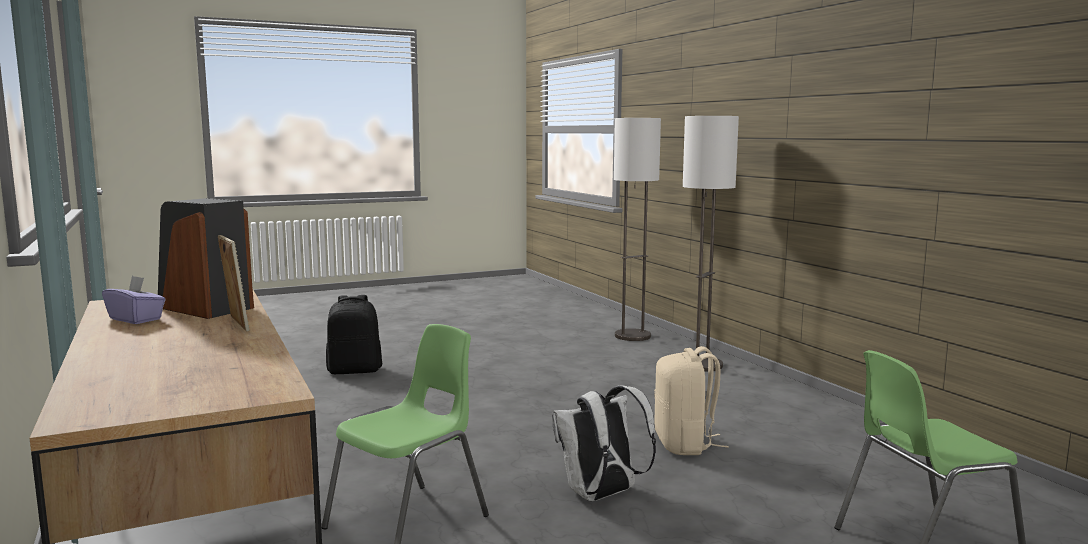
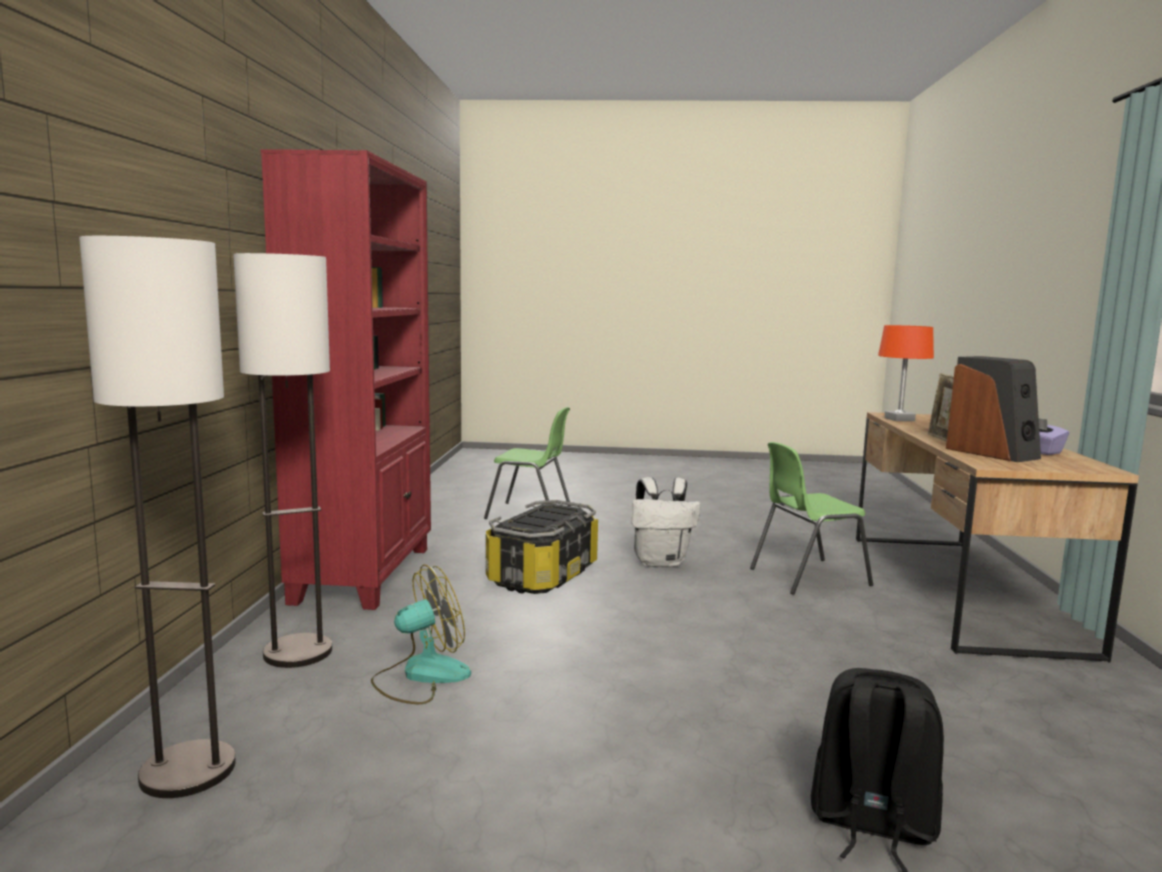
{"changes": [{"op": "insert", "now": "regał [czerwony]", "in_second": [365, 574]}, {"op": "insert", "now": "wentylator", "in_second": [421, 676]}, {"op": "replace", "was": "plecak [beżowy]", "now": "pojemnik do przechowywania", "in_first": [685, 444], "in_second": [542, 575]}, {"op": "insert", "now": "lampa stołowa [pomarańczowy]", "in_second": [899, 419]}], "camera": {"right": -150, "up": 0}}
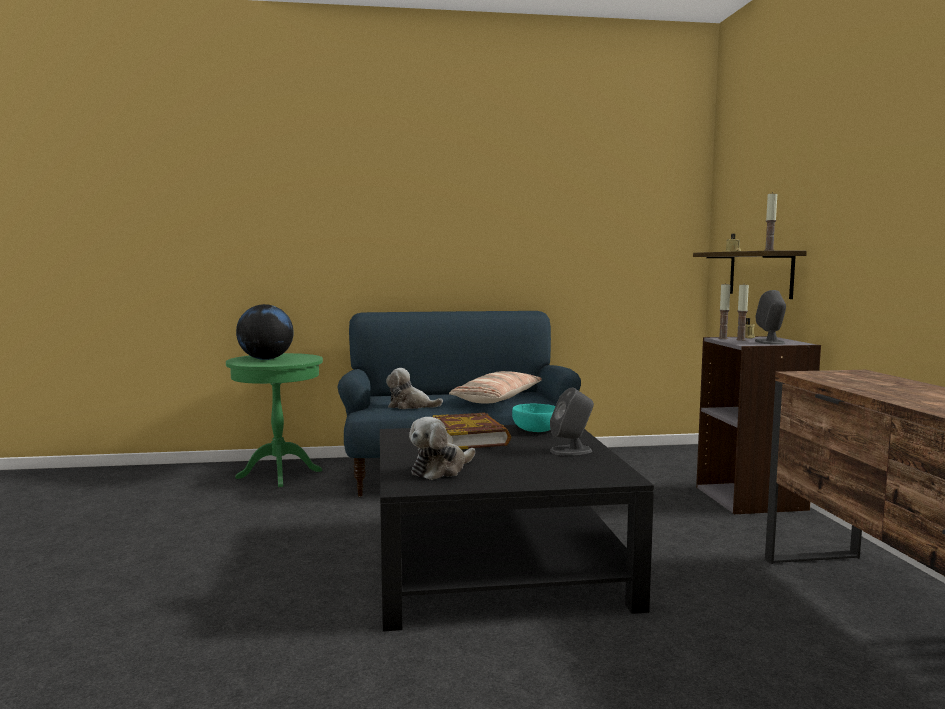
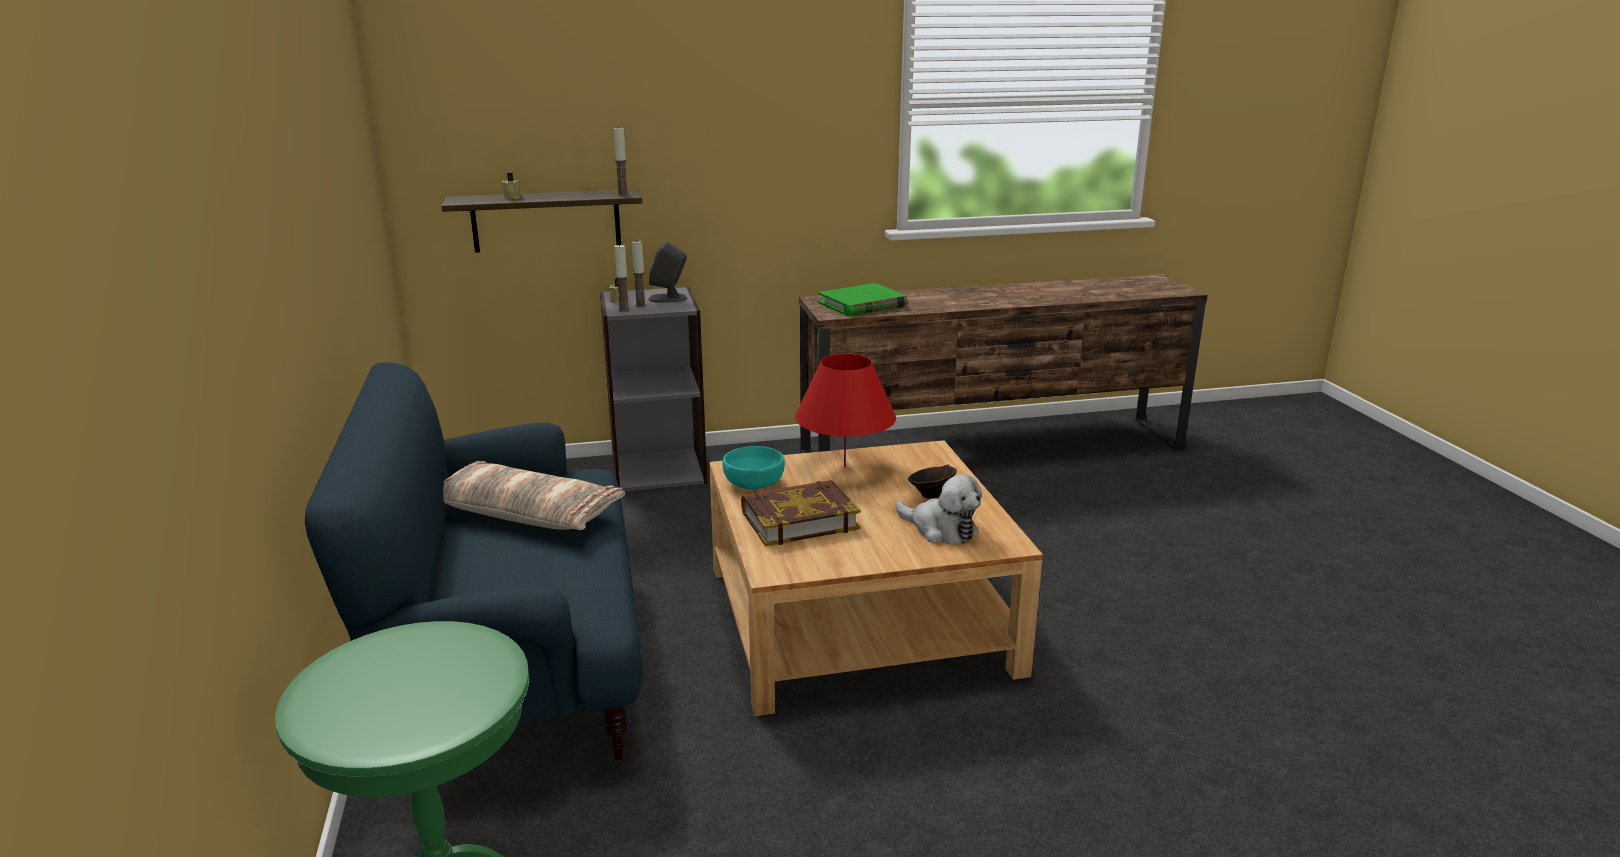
{"changes": [{"op": "recolor", "was": "ława [czarny]", "now": "ława [beżowy]", "in_first": [496, 563], "in_second": [859, 618]}, {"op": "replace", "was": "głośnik [szary]", "now": "lampa stołowa [czerwony]", "in_first": [571, 450], "in_second": [844, 467]}, {"op": "insert", "now": "książka [zielony]", "in_second": [862, 305]}, {"op": "insert", "now": "miska [brązowy]", "in_second": [931, 495]}, {"op": "delete", "was": "globus", "in_first": [266, 359]}, {"op": "delete", "was": "pluszak", "in_first": [410, 406]}], "camera": {"right": -95, "up": 15}}
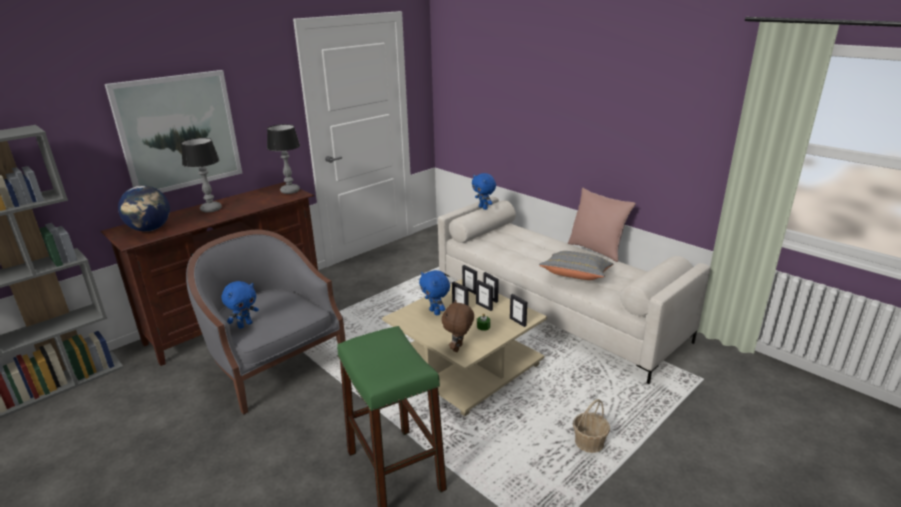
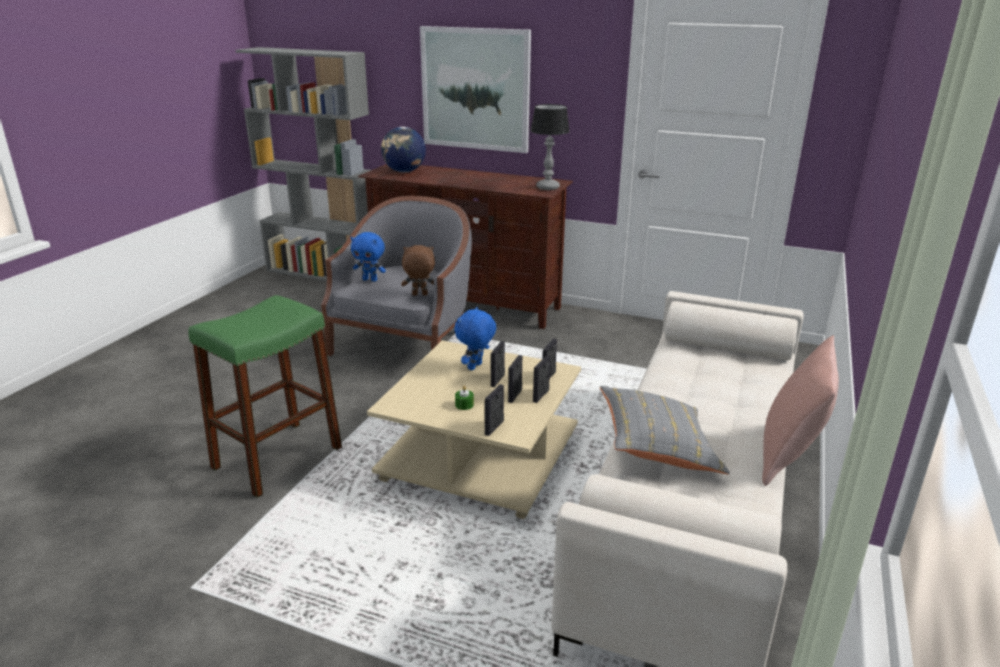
{"changes": [{"op": "move", "was": "pluszak [brązowy]", "in_first": [458, 348], "in_second": [419, 295]}, {"op": "delete", "was": "lampa stołowa", "in_first": [211, 209]}, {"op": "delete", "was": "pluszak [niebieski]", "in_first": [483, 208]}, {"op": "delete", "was": "koszyk", "in_first": [589, 442]}], "camera": {"right": 65, "up": 0}}
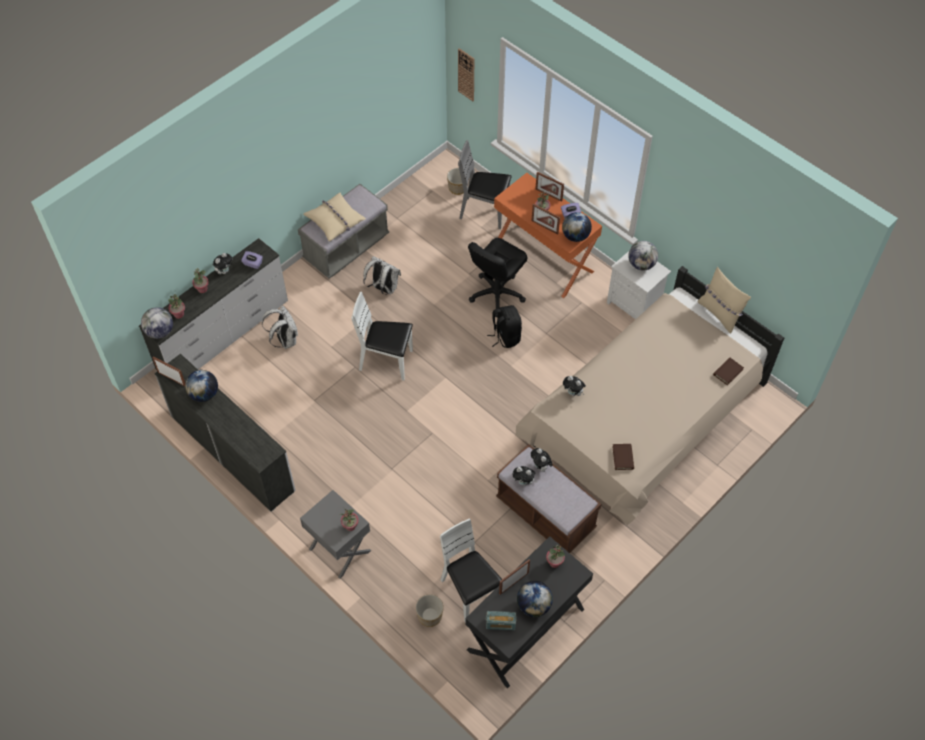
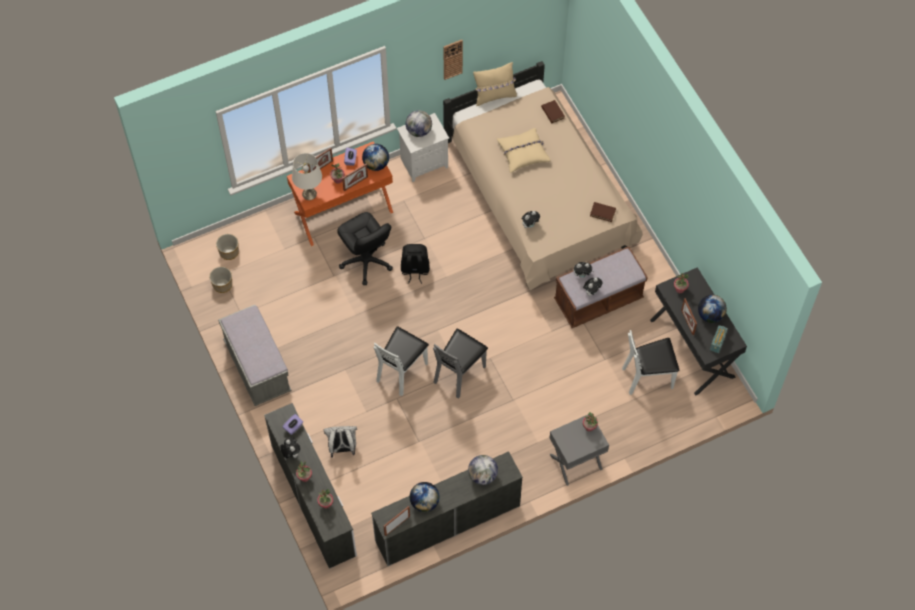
{"changes": [{"op": "move", "was": "donica", "in_first": [429, 615], "in_second": [222, 285]}, {"op": "insert", "now": "lampa stołowa [biały]", "in_second": [309, 194]}, {"op": "move", "was": "krzesło [szary]", "in_first": [484, 212], "in_second": [459, 373]}, {"op": "move", "was": "zegar ścienny", "in_first": [466, 74], "in_second": [452, 59]}, {"op": "move", "was": "globus", "in_first": [160, 332], "in_second": [483, 475]}, {"op": "move", "was": "poduszka [beżowy]", "in_first": [335, 220], "in_second": [523, 153]}, {"op": "delete", "was": "plecak [biały]", "in_first": [383, 288]}], "camera": {"right": -70, "up": 5}}
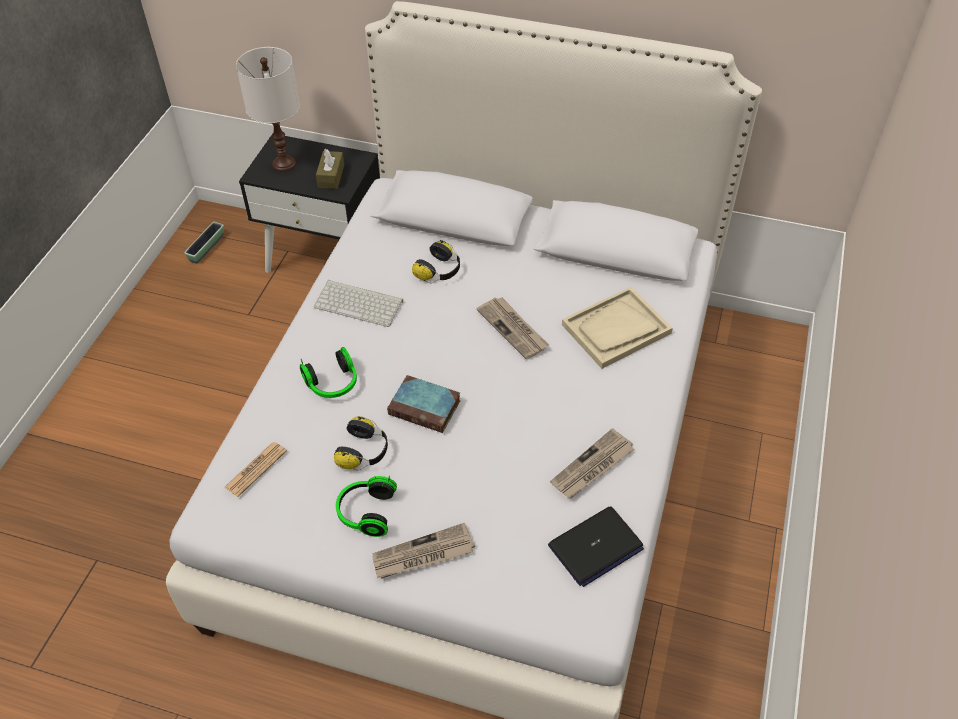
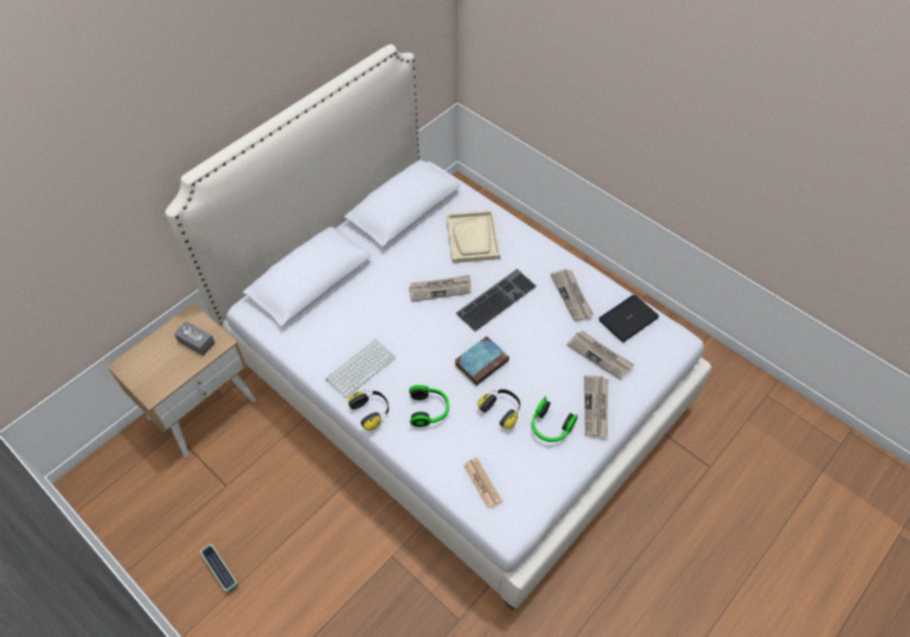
{"changes": [{"op": "recolor", "was": "szafka nocna [czarny]", "now": "szafka nocna [beżowy]", "in_first": [325, 257], "in_second": [202, 408]}, {"op": "recolor", "was": "pudełko chusteczek [brązowy]", "now": "pudełko chusteczek [szary]", "in_first": [331, 176], "in_second": [196, 342]}, {"op": "move", "was": "donica", "in_first": [207, 248], "in_second": [221, 571]}, {"op": "move", "was": "słuchawki", "in_first": [439, 271], "in_second": [371, 411]}, {"op": "insert", "now": "klawiatura", "in_second": [496, 298]}, {"op": "insert", "now": "gazeta", "in_second": [600, 355]}, {"op": "rotate", "was": "laptop", "in_first": [595, 547], "in_second": [628, 319], "clockwise": -120}, {"op": "delete", "was": "lampa stołowa [biały]", "in_first": [284, 163]}], "camera": {"right": -65, "up": 5}}
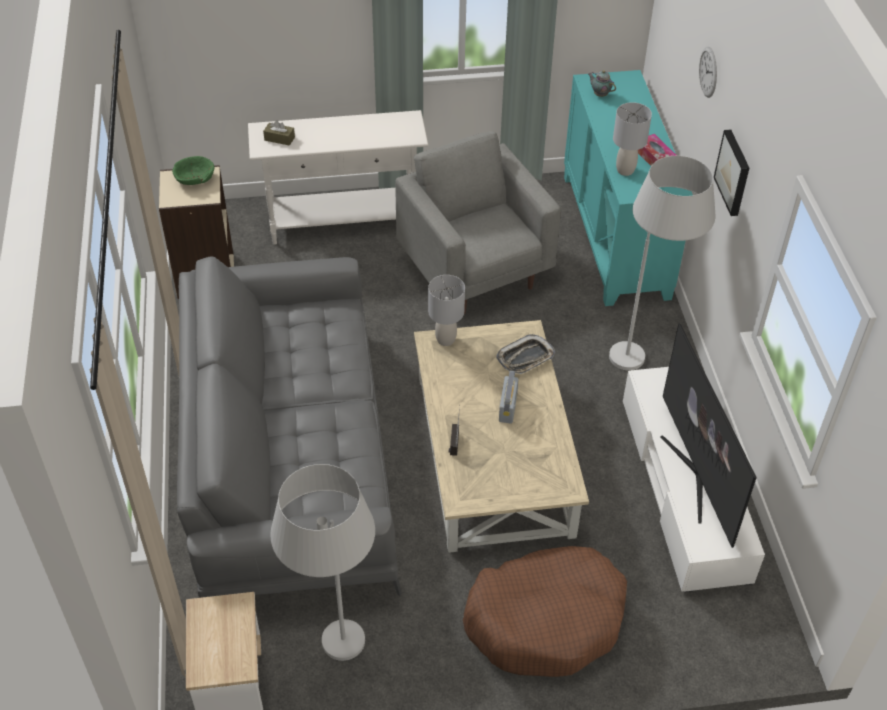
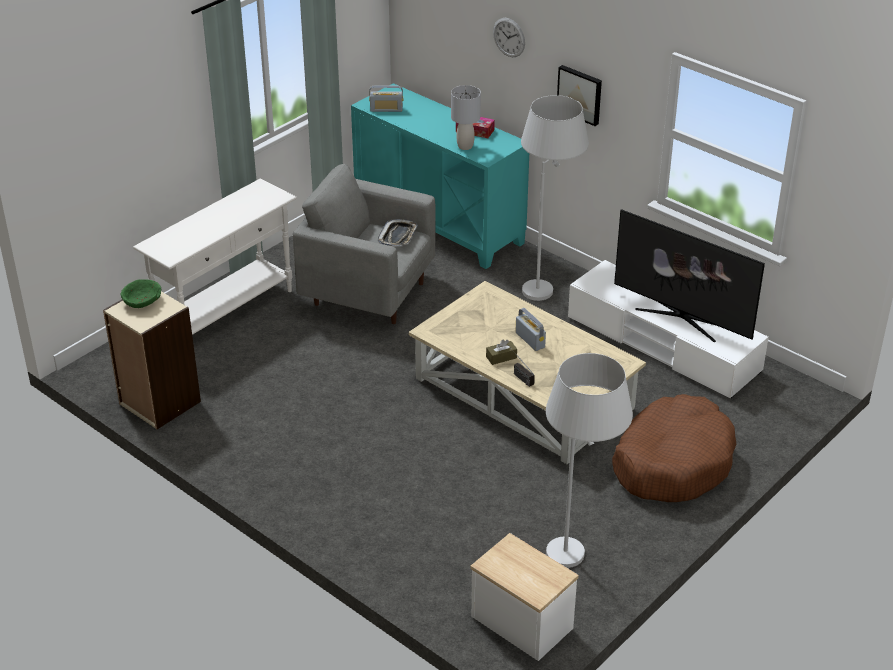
{"changes": [{"op": "replace", "was": "imbryk", "now": "radio", "in_first": [600, 94], "in_second": [386, 109]}, {"op": "move", "was": "taca", "in_first": [525, 358], "in_second": [398, 236]}, {"op": "move", "was": "pudełko chusteczek [brązowy]", "in_first": [279, 138], "in_second": [501, 357]}, {"op": "delete", "was": "kanapa [szary]", "in_first": [290, 457]}, {"op": "delete", "was": "lampa stołowa [szary]", "in_first": [445, 340]}], "camera": {"right": -40, "up": -10}}
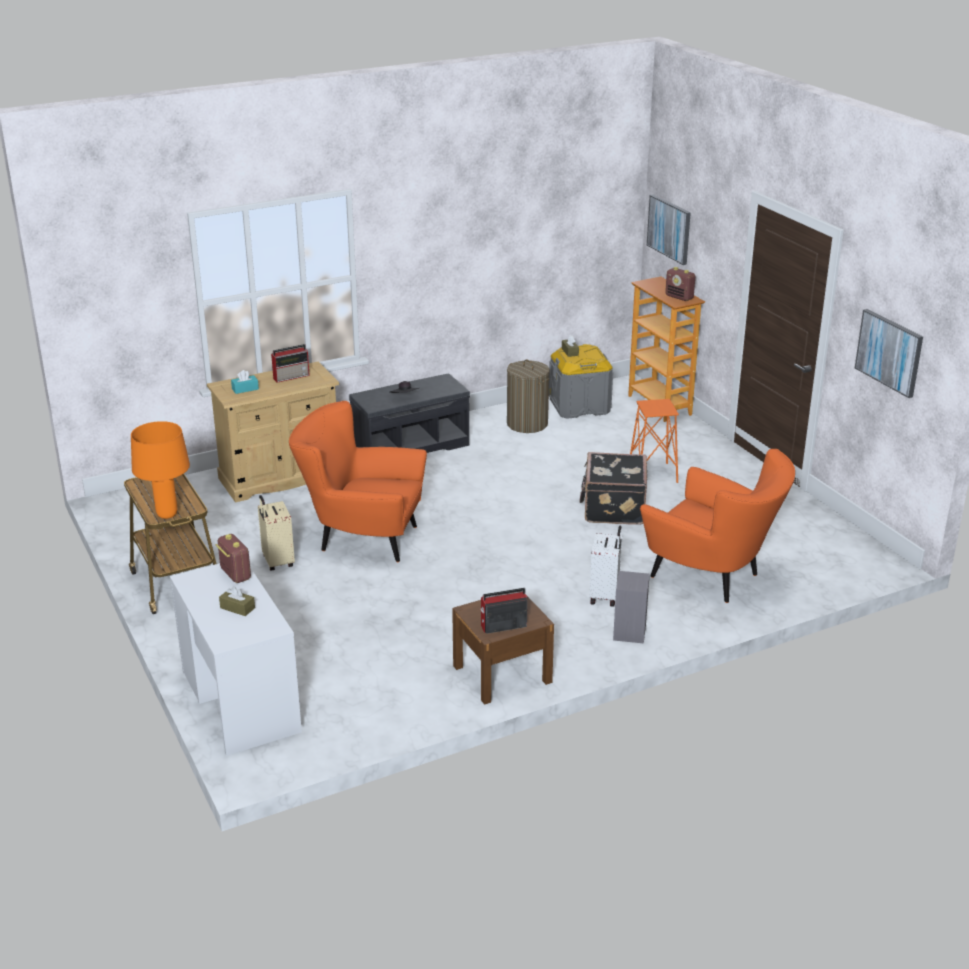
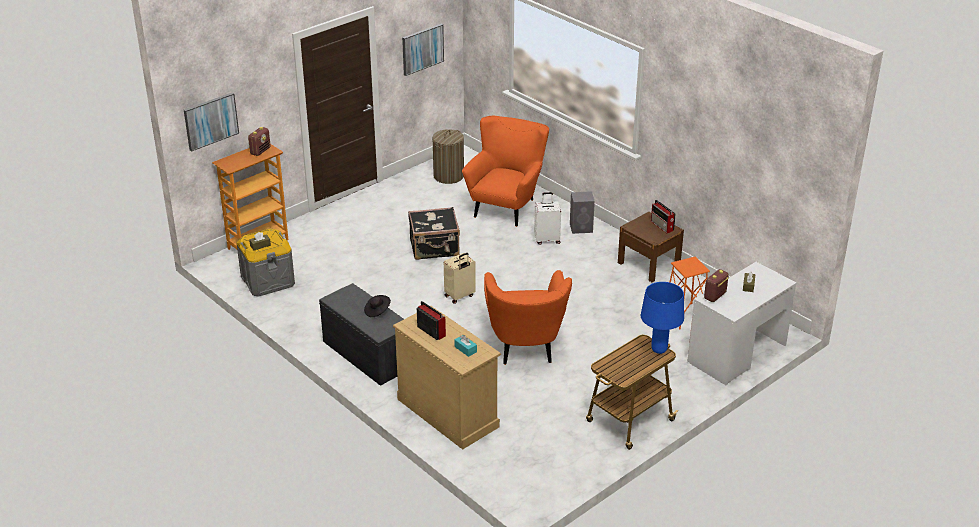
{"changes": [{"op": "move", "was": "kosz na pranie", "in_first": [527, 424], "in_second": [448, 176]}, {"op": "move", "was": "walizka [beżowy]", "in_first": [277, 562], "in_second": [460, 296]}, {"op": "recolor", "was": "lampa stołowa [pomarańczowy]", "now": "lampa stołowa [niebieski]", "in_first": [167, 514], "in_second": [659, 350]}, {"op": "move", "was": "stołek [pomarańczowy]", "in_first": [652, 474], "in_second": [685, 316]}], "camera": {"right": -105, "up": 5}}
